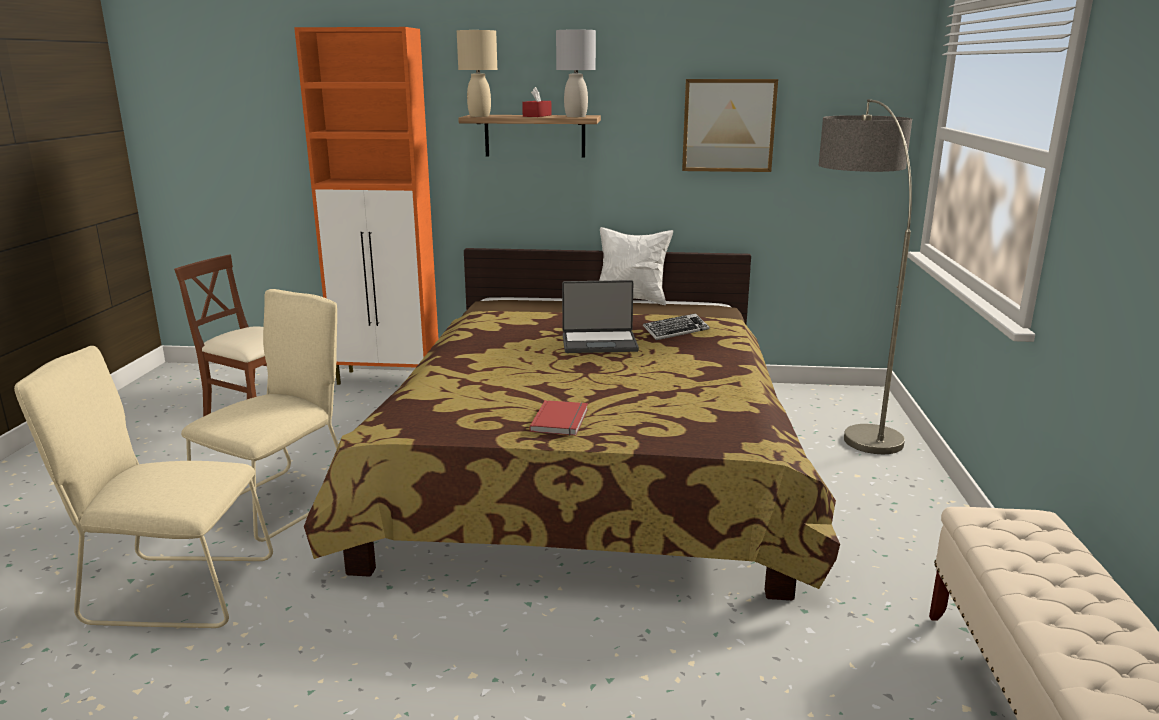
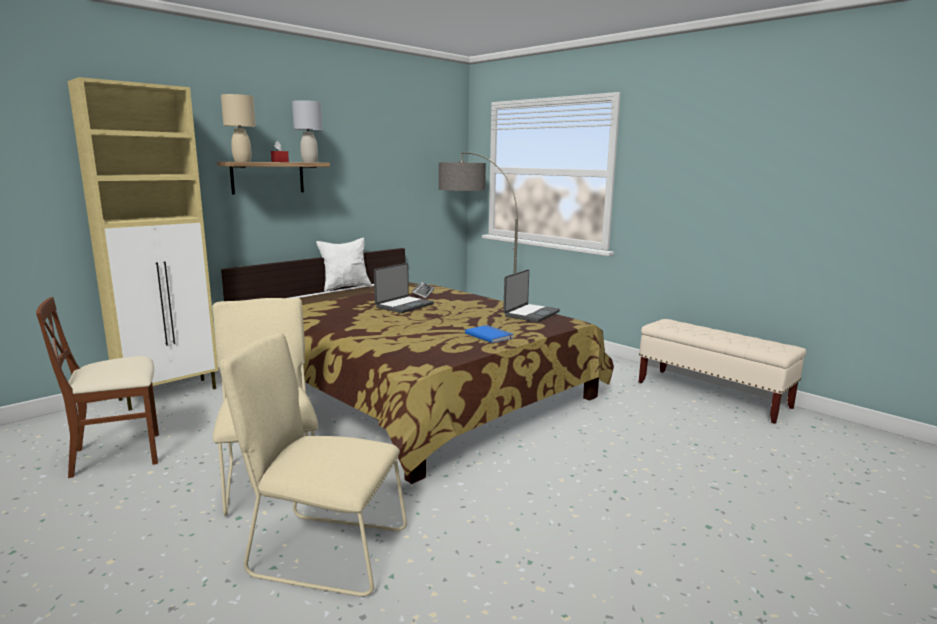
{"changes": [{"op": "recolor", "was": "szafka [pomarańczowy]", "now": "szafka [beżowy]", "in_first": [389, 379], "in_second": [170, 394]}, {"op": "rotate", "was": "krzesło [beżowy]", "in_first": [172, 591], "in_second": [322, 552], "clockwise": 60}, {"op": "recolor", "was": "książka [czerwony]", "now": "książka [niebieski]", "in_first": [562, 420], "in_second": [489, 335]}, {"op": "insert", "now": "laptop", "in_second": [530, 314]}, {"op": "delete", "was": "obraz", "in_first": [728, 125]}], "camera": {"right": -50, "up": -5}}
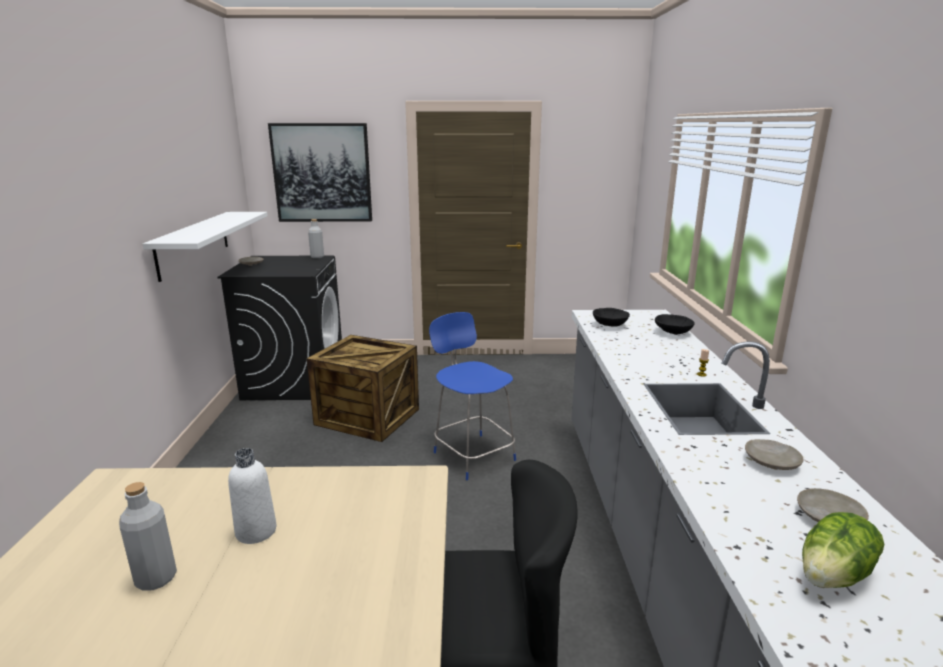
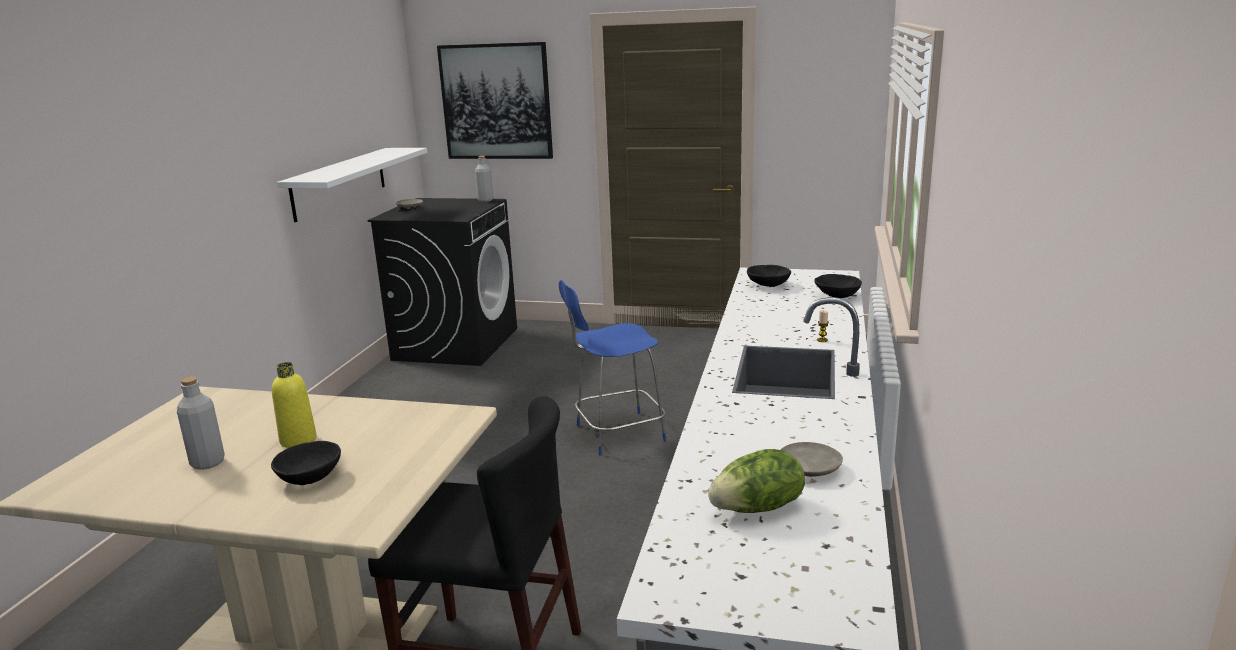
{"changes": [{"op": "insert", "now": "miska [czarny]", "in_second": [311, 477]}, {"op": "recolor", "was": "butelka [biały]", "now": "butelka [żółty]", "in_first": [256, 531], "in_second": [298, 440]}, {"op": "rotate", "was": "krzesło [niebieski]", "in_first": [472, 454], "in_second": [616, 433], "clockwise": -90}, {"op": "delete", "was": "skrzynka", "in_first": [368, 416]}, {"op": "delete", "was": "talerz [beżowy]", "in_first": [772, 462]}], "camera": {"right": 15, "up": 0}}
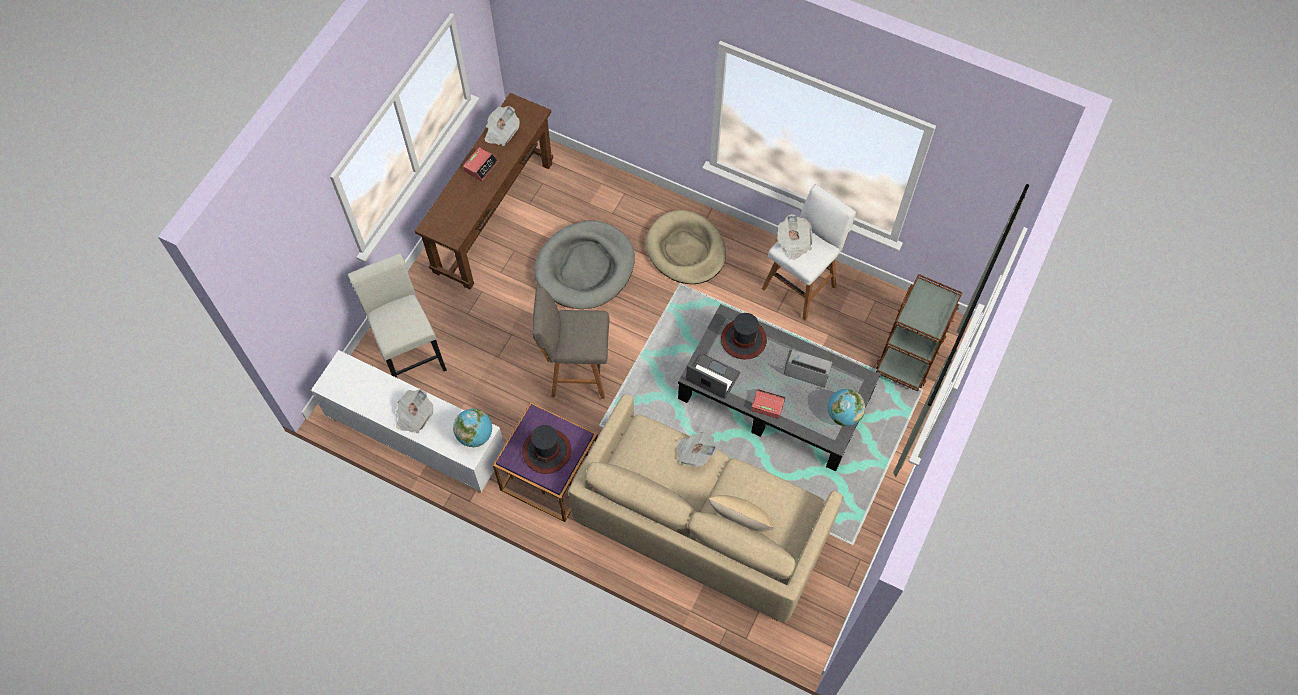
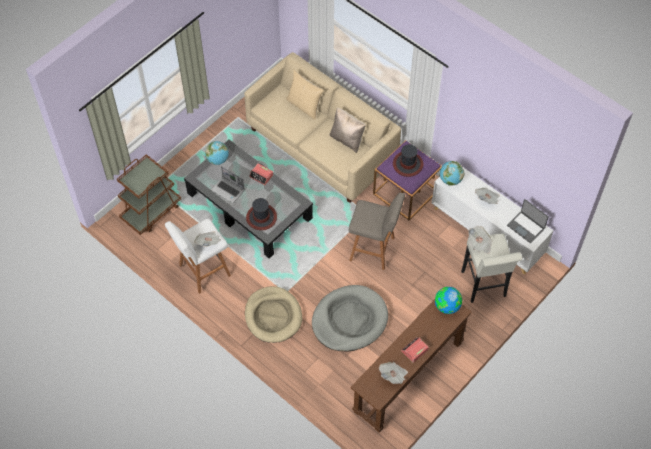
{"changes": [{"op": "insert", "now": "poduszka [beżowy]", "in_second": [347, 139]}, {"op": "insert", "now": "globus", "in_second": [447, 306]}, {"op": "move", "was": "gazeta", "in_first": [694, 453], "in_second": [479, 244]}, {"op": "move", "was": "laptop", "in_first": [712, 378], "in_second": [526, 227]}], "camera": {"right": -165, "up": -5}}
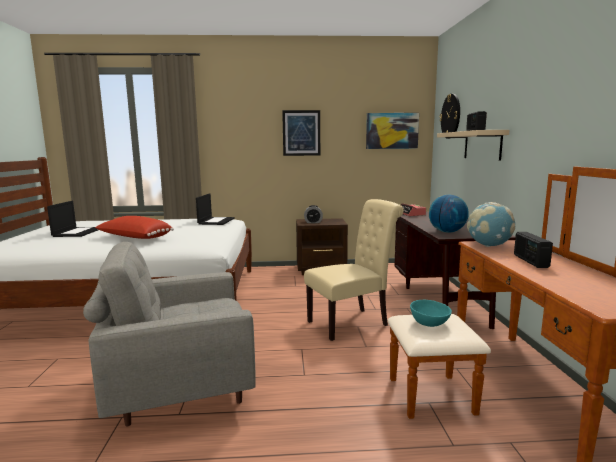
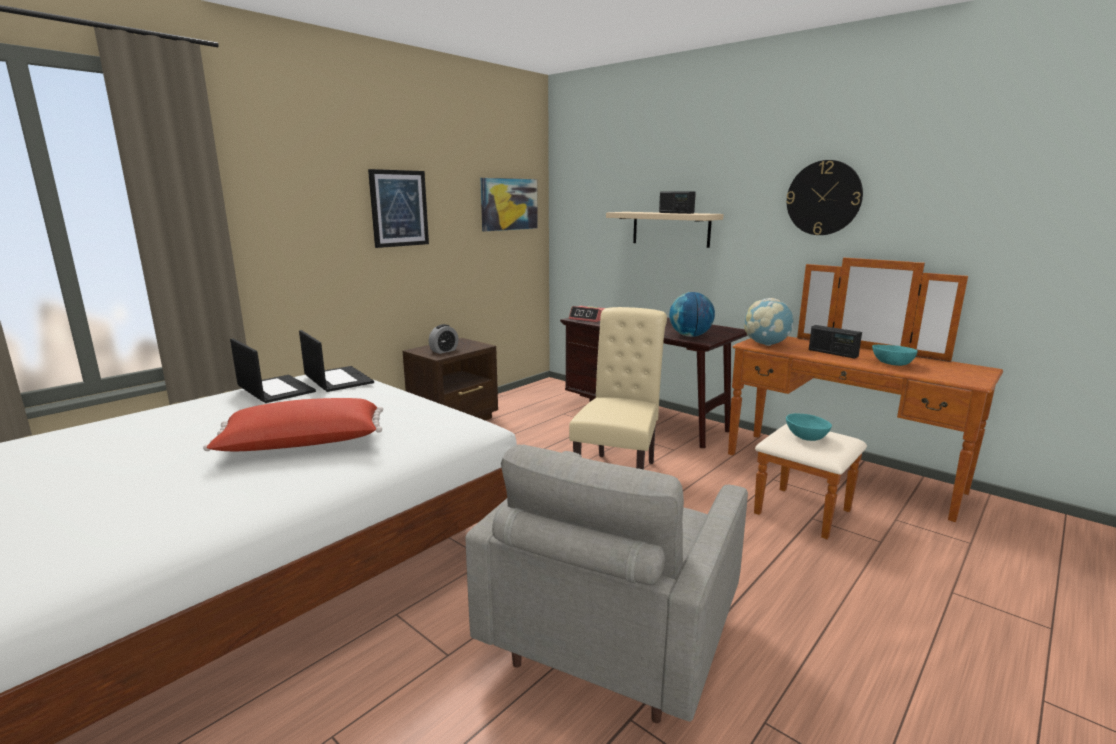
{"changes": [{"op": "move", "was": "laptop", "in_first": [78, 232], "in_second": [275, 389]}, {"op": "move", "was": "zegar ścienny", "in_first": [450, 116], "in_second": [823, 198]}, {"op": "insert", "now": "miska [turkusowy]", "in_second": [892, 364]}], "camera": {"right": -45, "up": 5}}
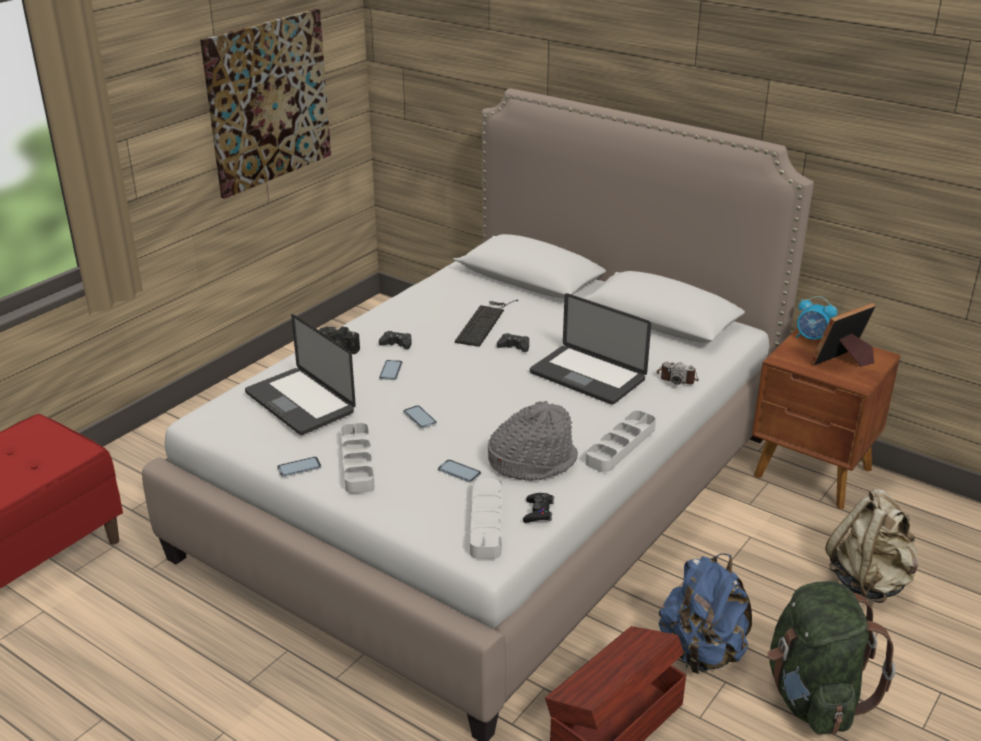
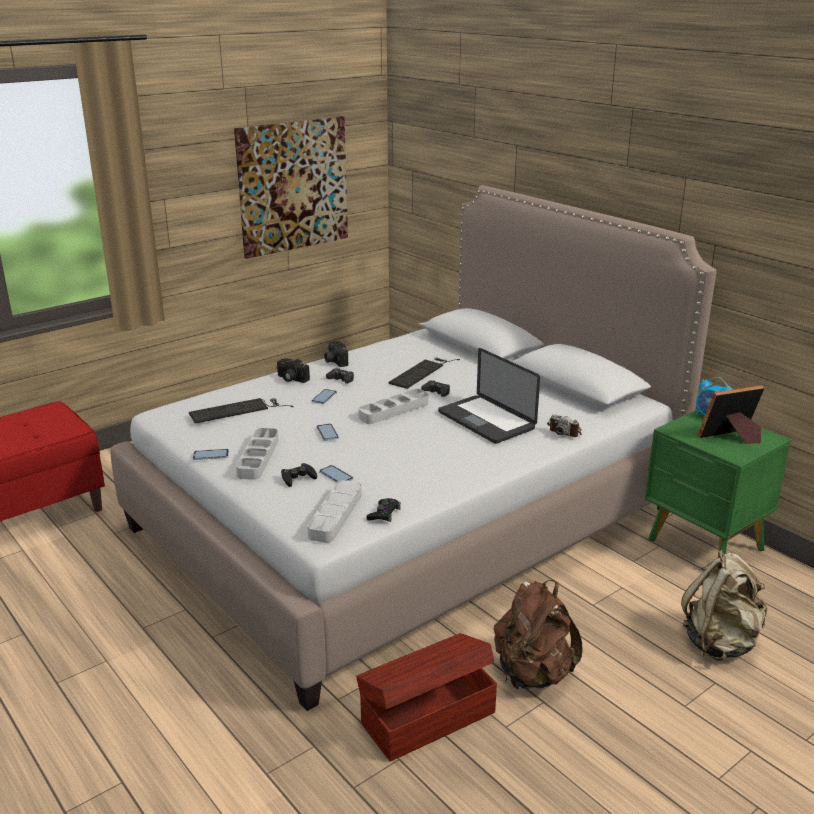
{"changes": [{"op": "replace", "was": "laptop", "now": "klawiatura", "in_first": [300, 402], "in_second": [238, 410]}, {"op": "insert", "now": "pad do gier [czarny]", "in_second": [298, 478]}, {"op": "insert", "now": "aparat fotograficzny", "in_second": [334, 361]}, {"op": "move", "was": "taca [szary]", "in_first": [620, 445], "in_second": [394, 410]}, {"op": "recolor", "was": "plecak [niebieski]", "now": "plecak [brązowy]", "in_first": [702, 653], "in_second": [533, 674]}, {"op": "recolor", "was": "szafka nocna [brązowy]", "now": "szafka nocna [zielony]", "in_first": [813, 474], "in_second": [705, 546]}, {"op": "delete", "was": "kapelusz [szary]", "in_first": [532, 461]}, {"op": "delete", "was": "plecak [zielony]", "in_first": [813, 698]}], "camera": {"right": 15, "up": -5}}
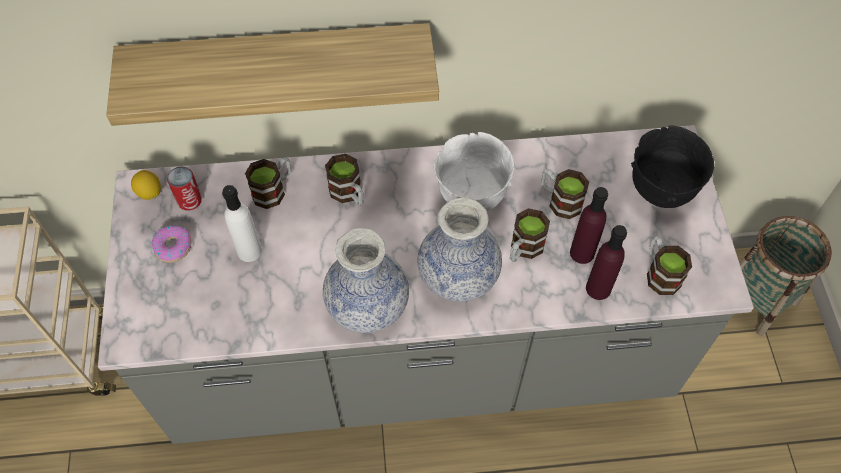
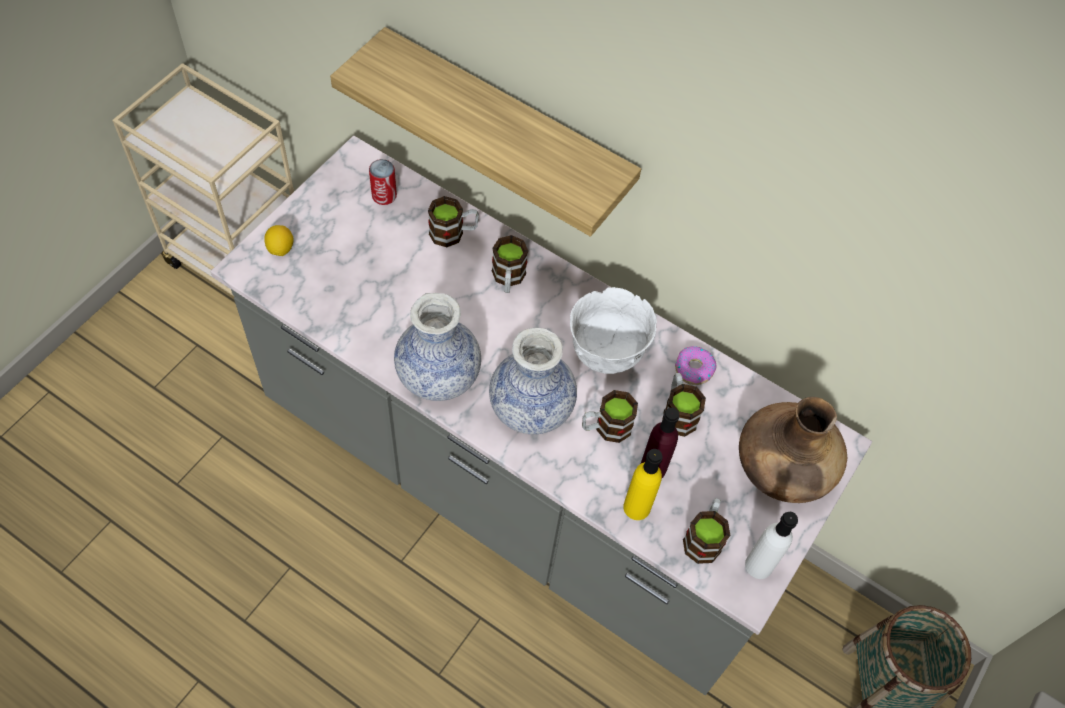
{"changes": [{"op": "move", "was": "cytryna", "in_first": [149, 192], "in_second": [280, 249]}, {"op": "recolor", "was": "butelka [fioletowy]", "now": "butelka [żółty]", "in_first": [598, 288], "in_second": [636, 507]}, {"op": "move", "was": "donut", "in_first": [173, 247], "in_second": [693, 368]}, {"op": "replace", "was": "miska [czarny]", "now": "wazon [brązowy]", "in_first": [661, 189], "in_second": [780, 471]}, {"op": "move", "was": "butelka [biały]", "in_first": [249, 251], "in_second": [759, 565]}], "camera": {"right": 35, "up": 0}}
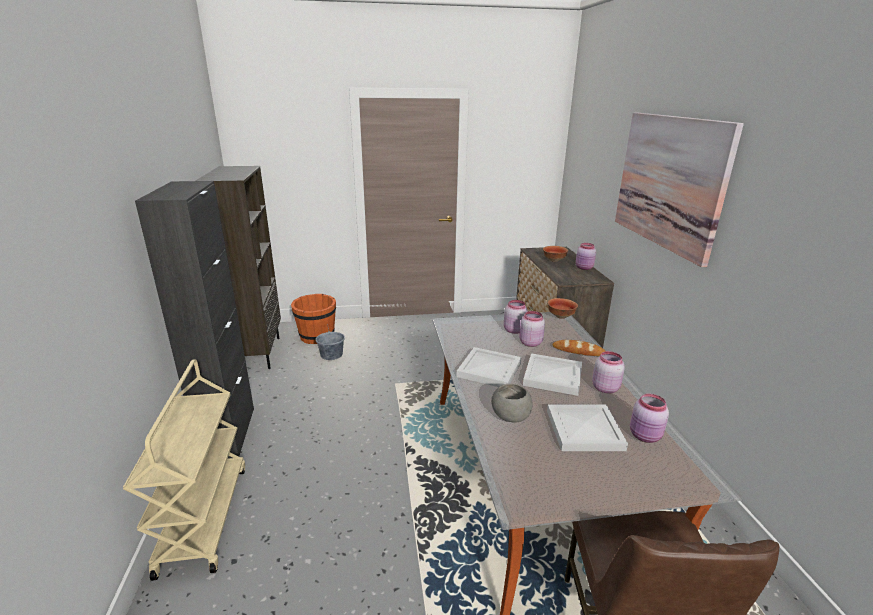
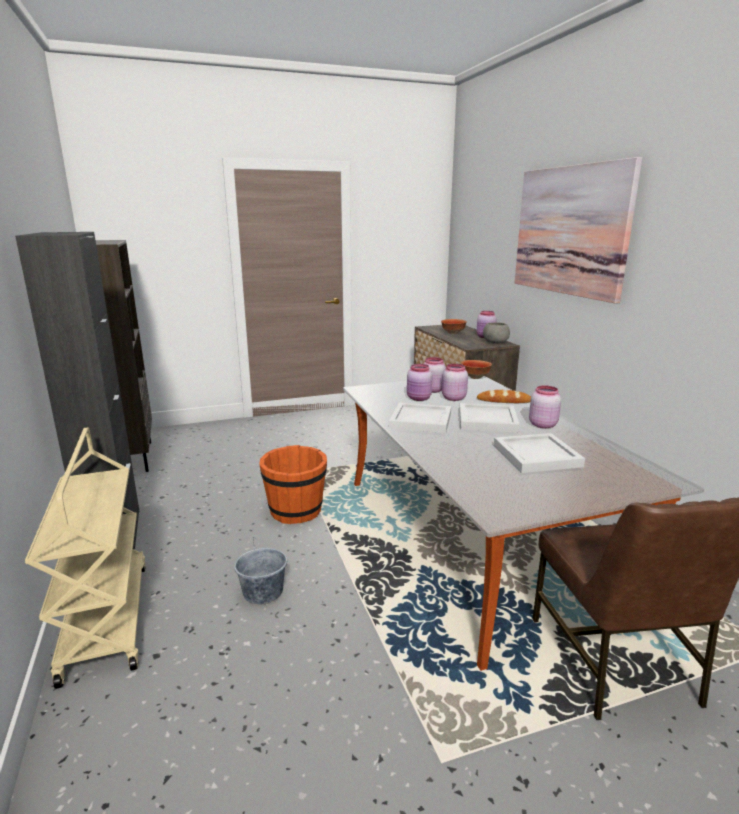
{"changes": [{"op": "move", "was": "wiadro [szary]", "in_first": [331, 355], "in_second": [263, 592]}, {"op": "move", "was": "wiadro [pomarańczowy]", "in_first": [317, 336], "in_second": [296, 511]}, {"op": "move", "was": "słoik [różowy]", "in_first": [645, 436], "in_second": [419, 398]}, {"op": "move", "was": "miska [szary]", "in_first": [510, 417], "in_second": [495, 343]}], "camera": {"right": -10, "up": -5}}
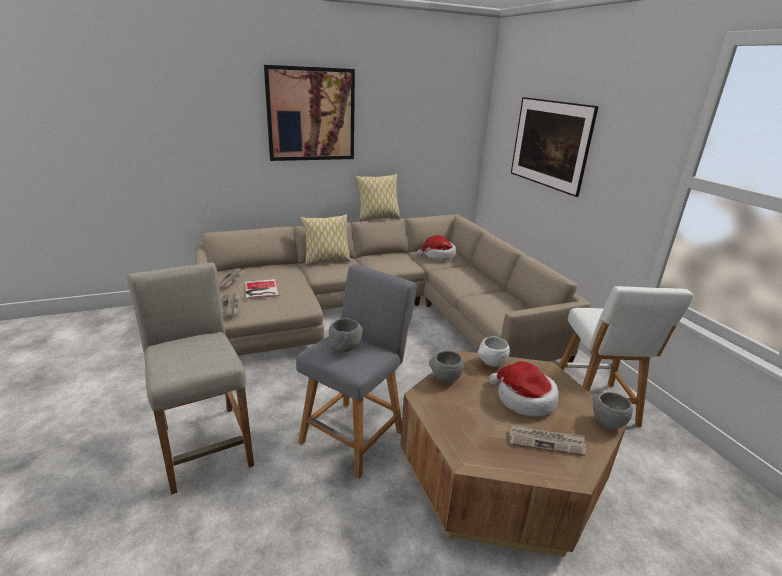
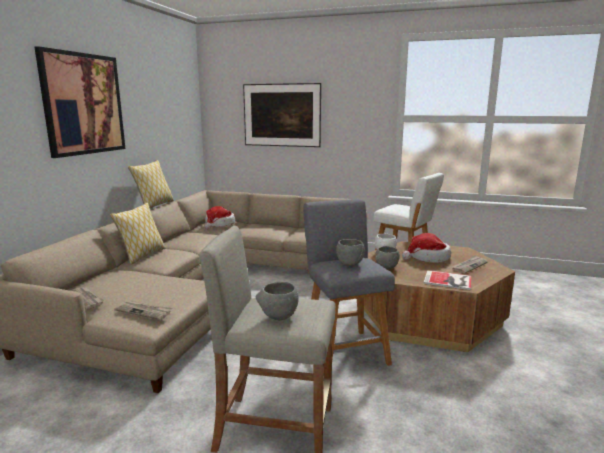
{"changes": [{"op": "move", "was": "miska [szary]", "in_first": [607, 423], "in_second": [278, 317]}, {"op": "move", "was": "książka", "in_first": [260, 289], "in_second": [449, 281]}], "camera": {"right": -50, "up": -10}}
